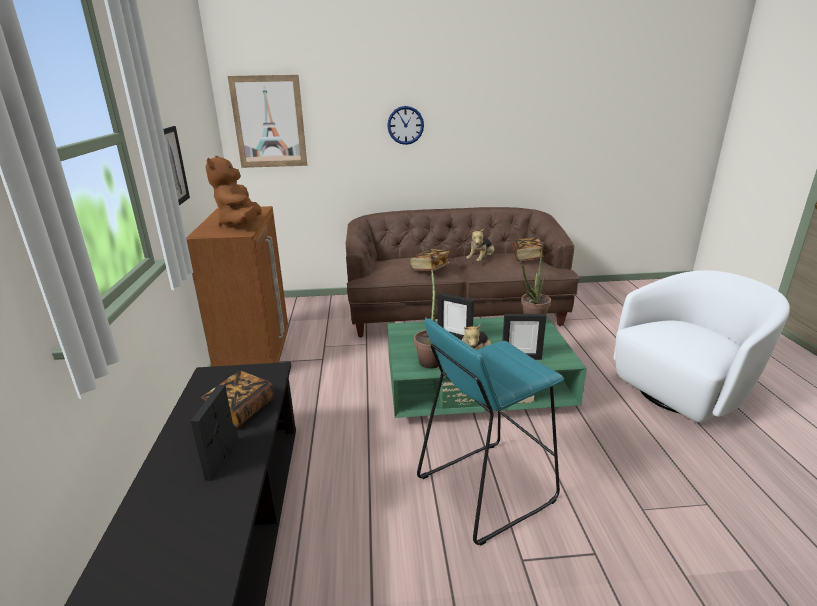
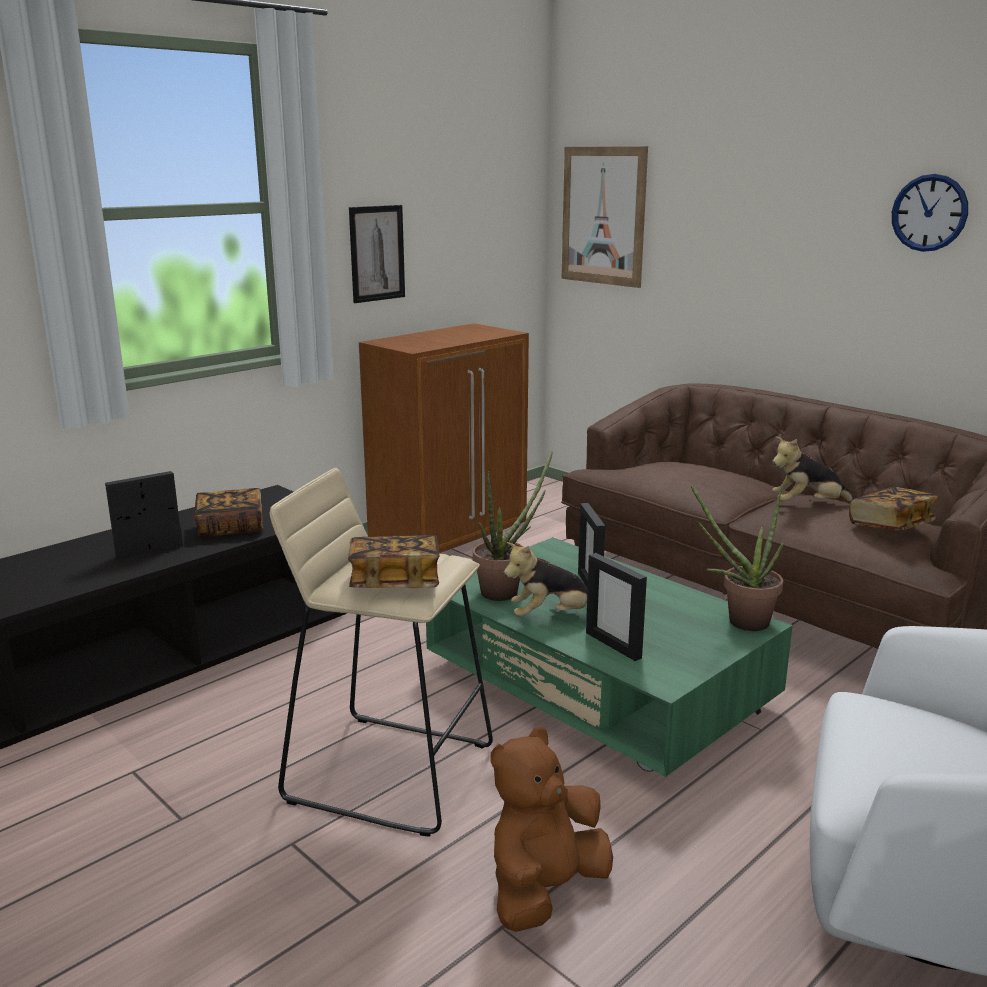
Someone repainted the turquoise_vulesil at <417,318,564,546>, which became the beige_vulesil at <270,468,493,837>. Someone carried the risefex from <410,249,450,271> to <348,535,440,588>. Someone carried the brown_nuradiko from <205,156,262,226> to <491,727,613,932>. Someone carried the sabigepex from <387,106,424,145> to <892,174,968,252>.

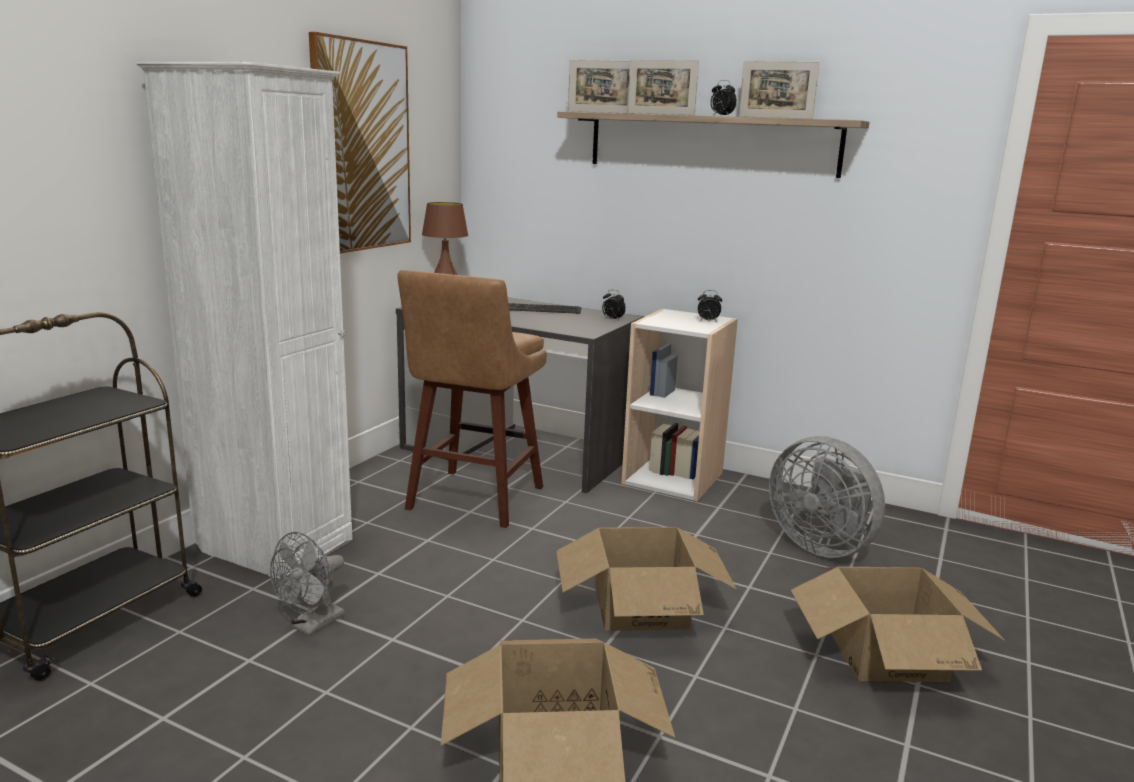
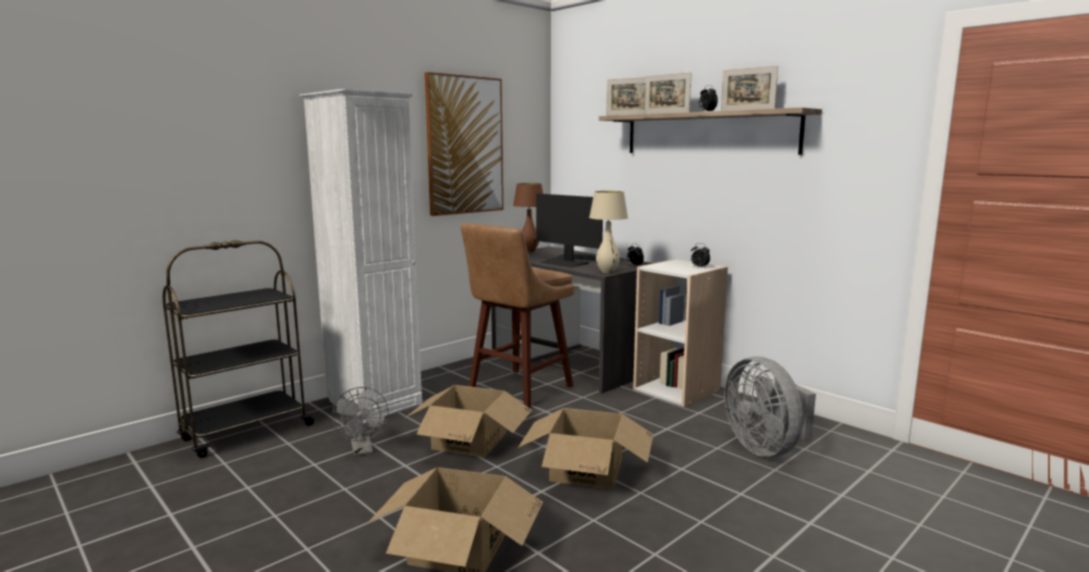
Someone rotated the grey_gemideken at <270,532,345,636> by 75 degrees counterclockwise. Someone carried the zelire from <790,566,1005,682> to <405,385,532,457>. Someone put down the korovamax at <536,194,603,268>. Someone put down the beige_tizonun at <589,191,628,273>.

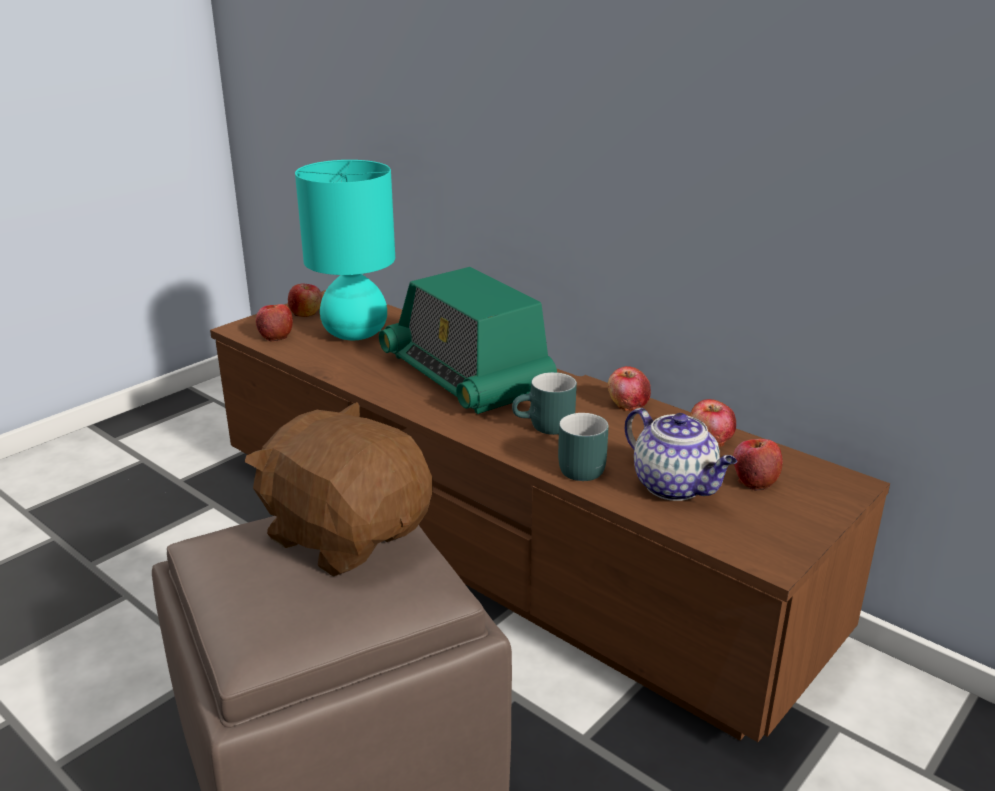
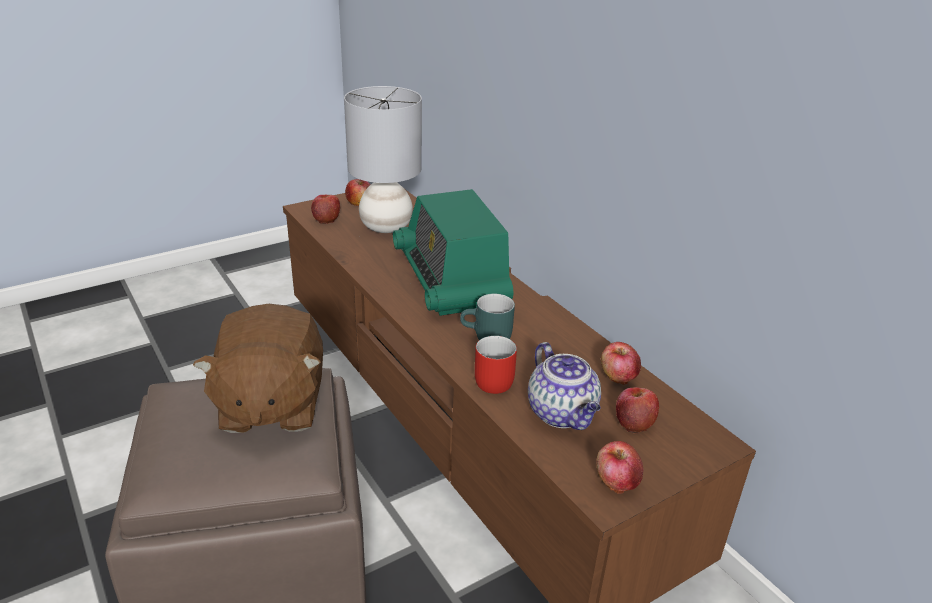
Someone rotated the brown_nuradiko at <245,402,433,577> by 150 degrees counterclockwise. Someone repainted the turquoise_tizonun at <295,160,395,340>, which became the grey_tizonun at <344,86,422,233>. Someone repainted the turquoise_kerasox at <558,413,609,481>, which became the red_kerasox at <475,336,517,394>. Someone carried the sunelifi from <608,366,651,412> to <596,441,643,494>.

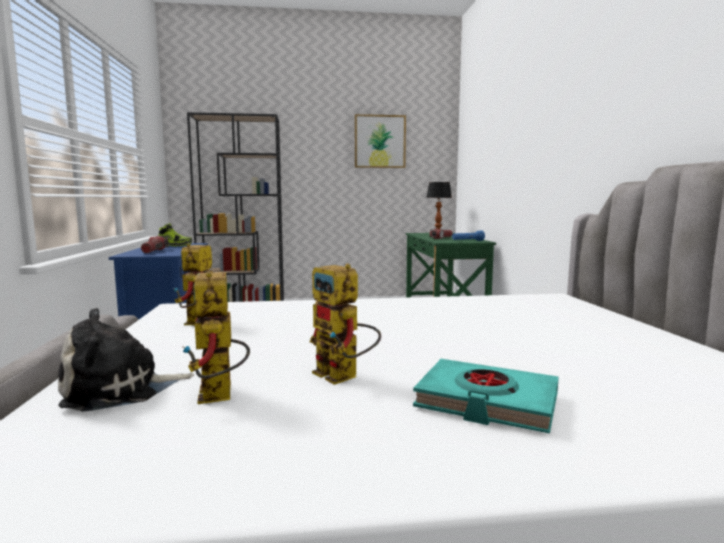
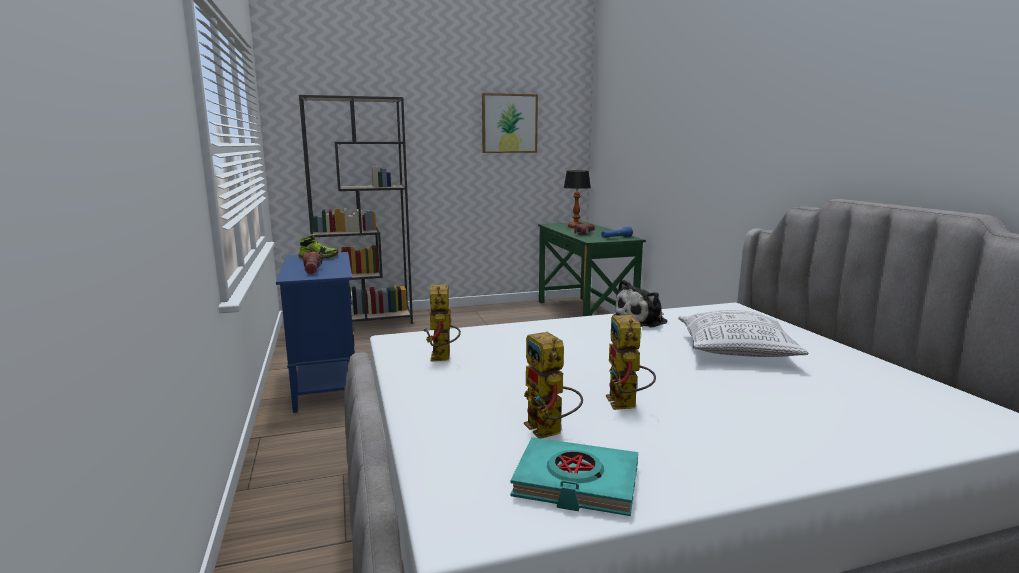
Someone carried the turquoise_risefex from <413,359,559,433> to <510,437,638,516>. Someone rotated the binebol at <310,263,381,385> by 45 degrees clockwise. Someone carried the nuradiko from <58,308,194,411> to <614,280,667,328>. Someone put down the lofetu at <678,310,808,357>.

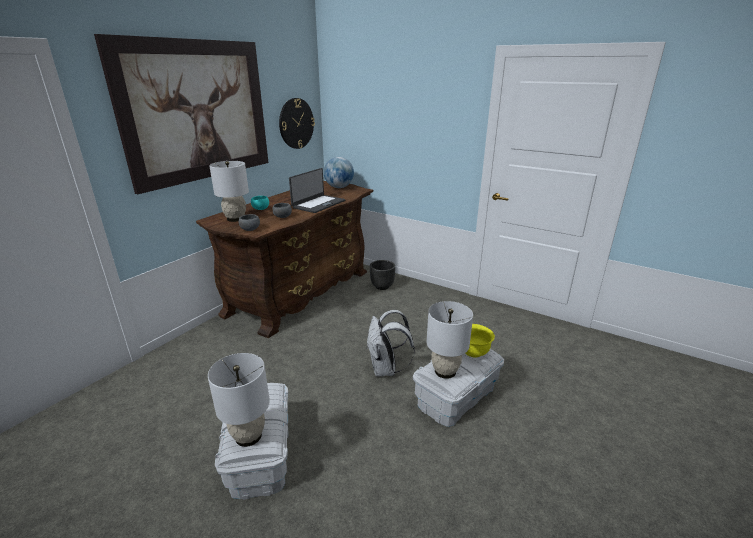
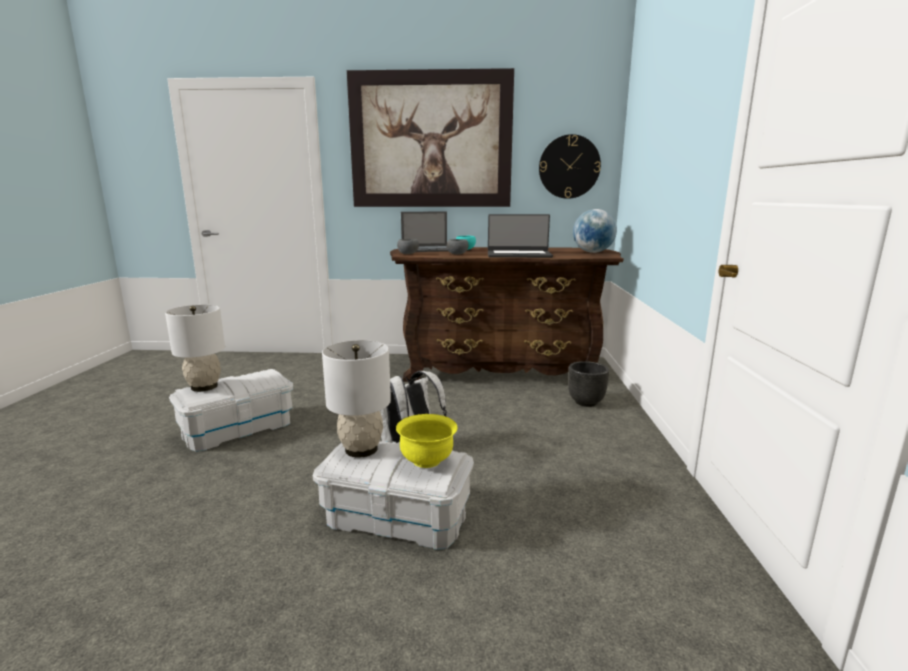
Someone swapped the white_tizonun at <209,161,249,222> for the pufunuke at <401,211,448,252>.

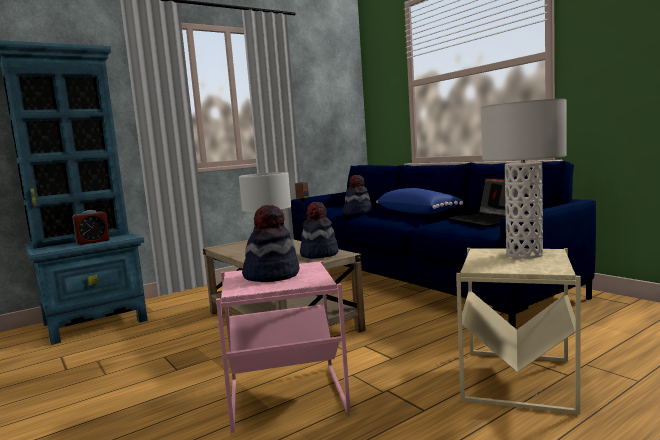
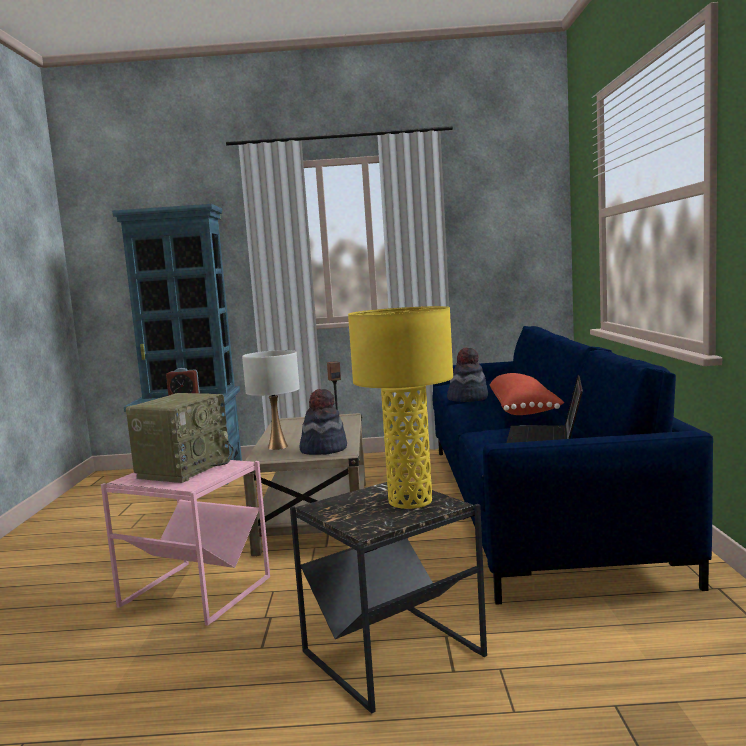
Someone swapped the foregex at <242,205,300,282> for the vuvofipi at <126,393,234,483>. Someone repainted the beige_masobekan at <456,248,581,414>, which became the black_masobekan at <290,479,487,714>. Someone repainted the white_tizonun at <481,99,566,259>, which became the yellow_tizonun at <348,306,453,509>. Someone repainted the blue_lofetu at <376,188,463,214>, which became the red_lofetu at <490,373,564,415>.

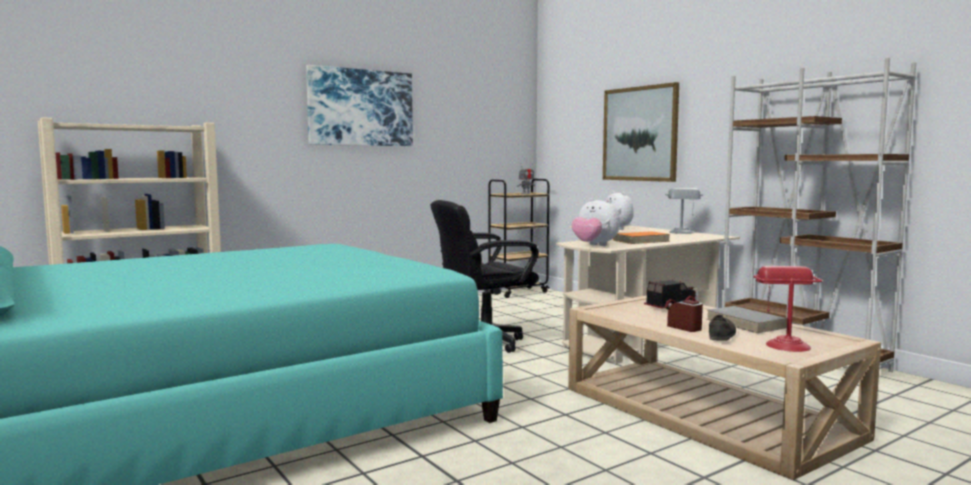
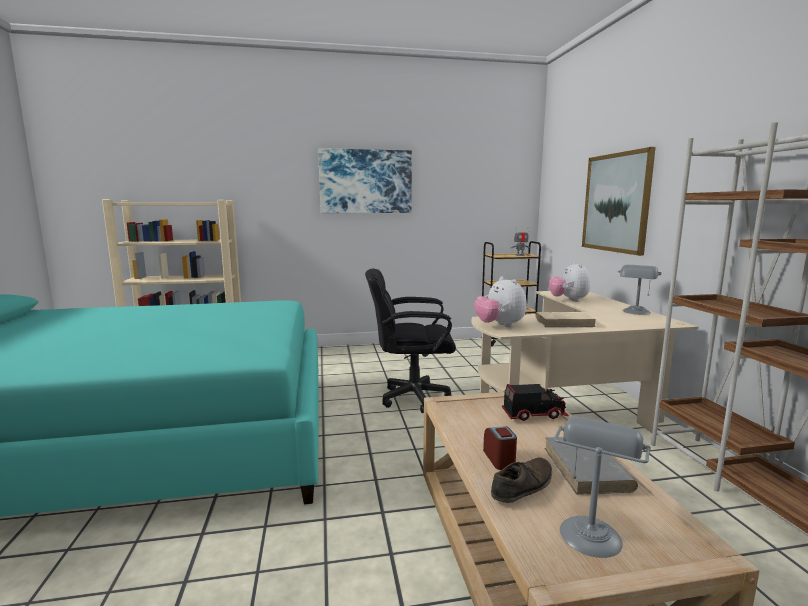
Someone repainted the orange_risefex at <613,231,670,244>, which became the beige_risefex at <535,312,597,327>. Someone repainted the red_tizonun at <754,266,822,352>, which became the grey_tizonun at <554,416,651,558>.

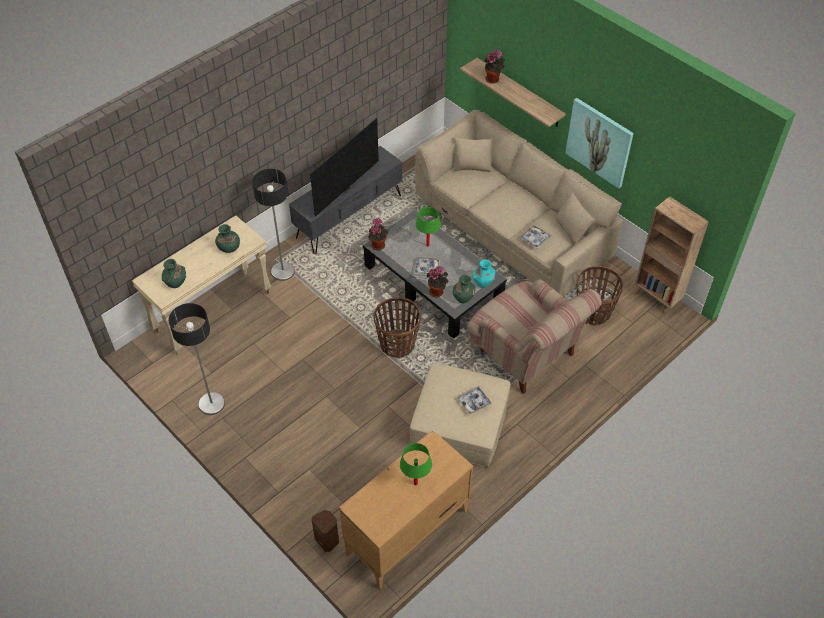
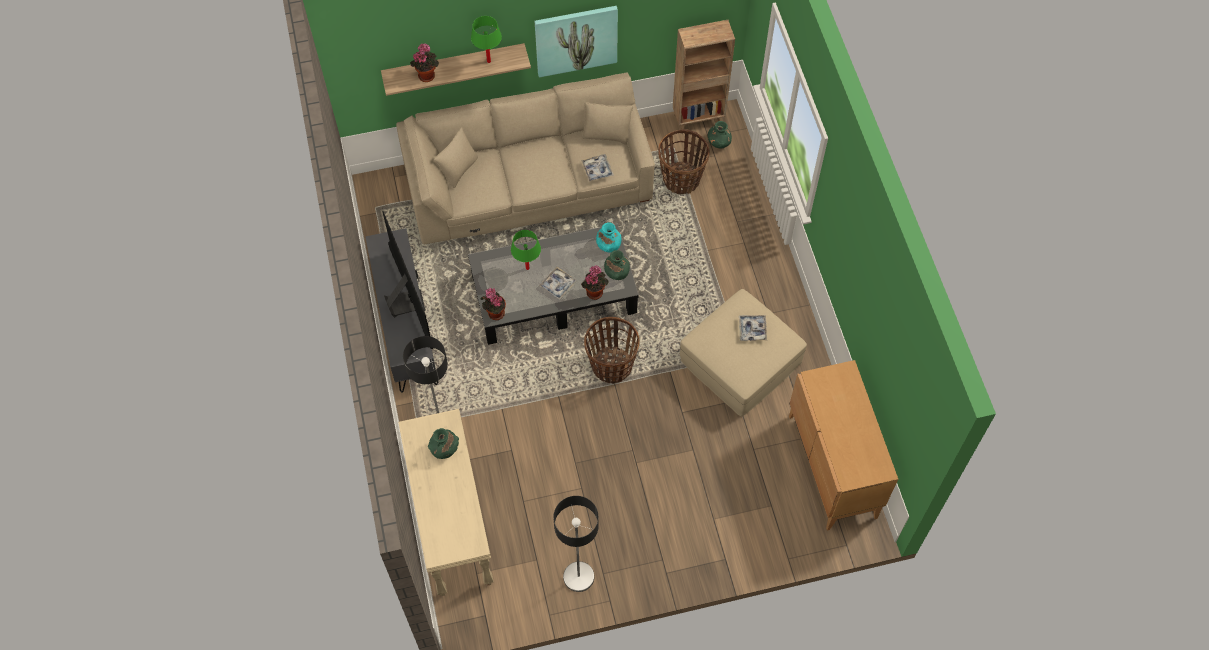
Someone carried the green_tizonun from <400,443,432,486> to <471,16,502,63>. Someone carried the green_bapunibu from <162,259,186,288> to <708,121,732,149>. Someone took away the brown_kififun at <312,510,339,552>. Someone took away the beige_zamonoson at <467,279,602,394>.

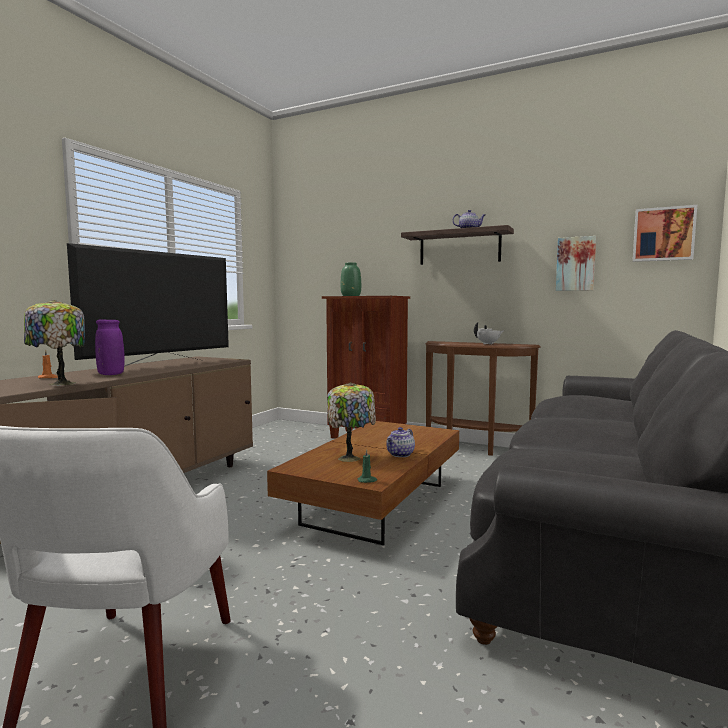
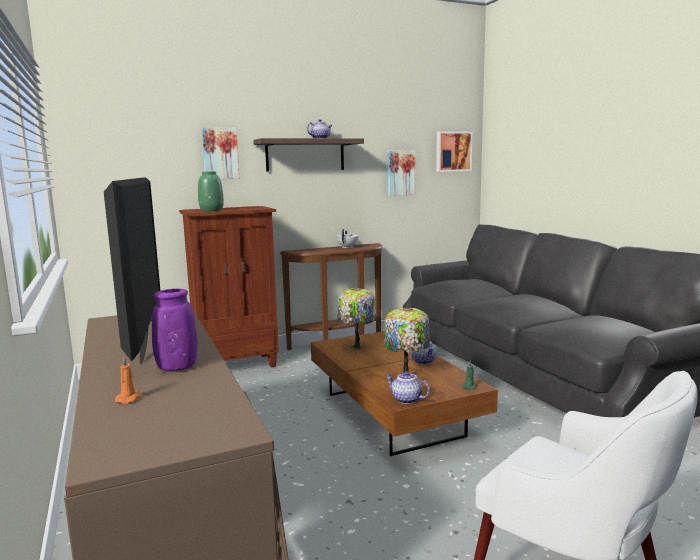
Someone put up the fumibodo at <201,127,240,179>. Someone carried the tizonun from <24,300,85,385> to <338,287,375,350>. Someone put down the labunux at <385,371,430,404>.

